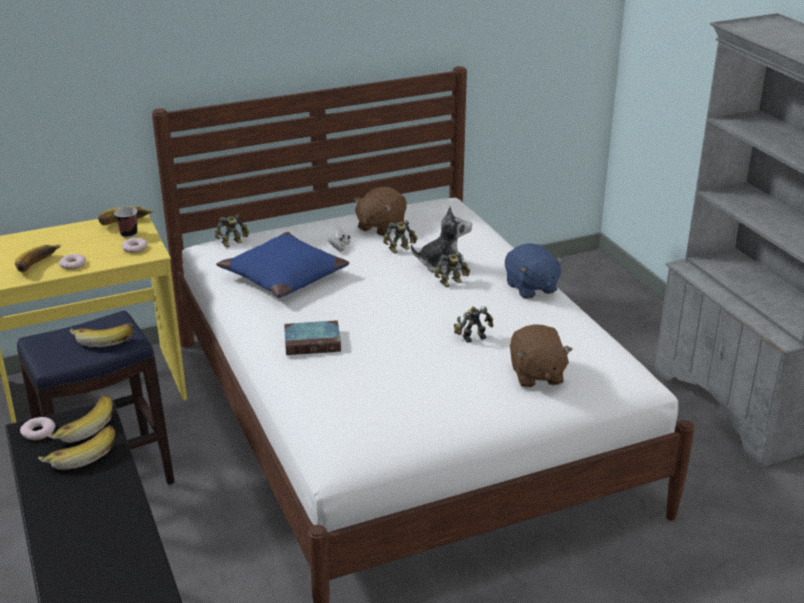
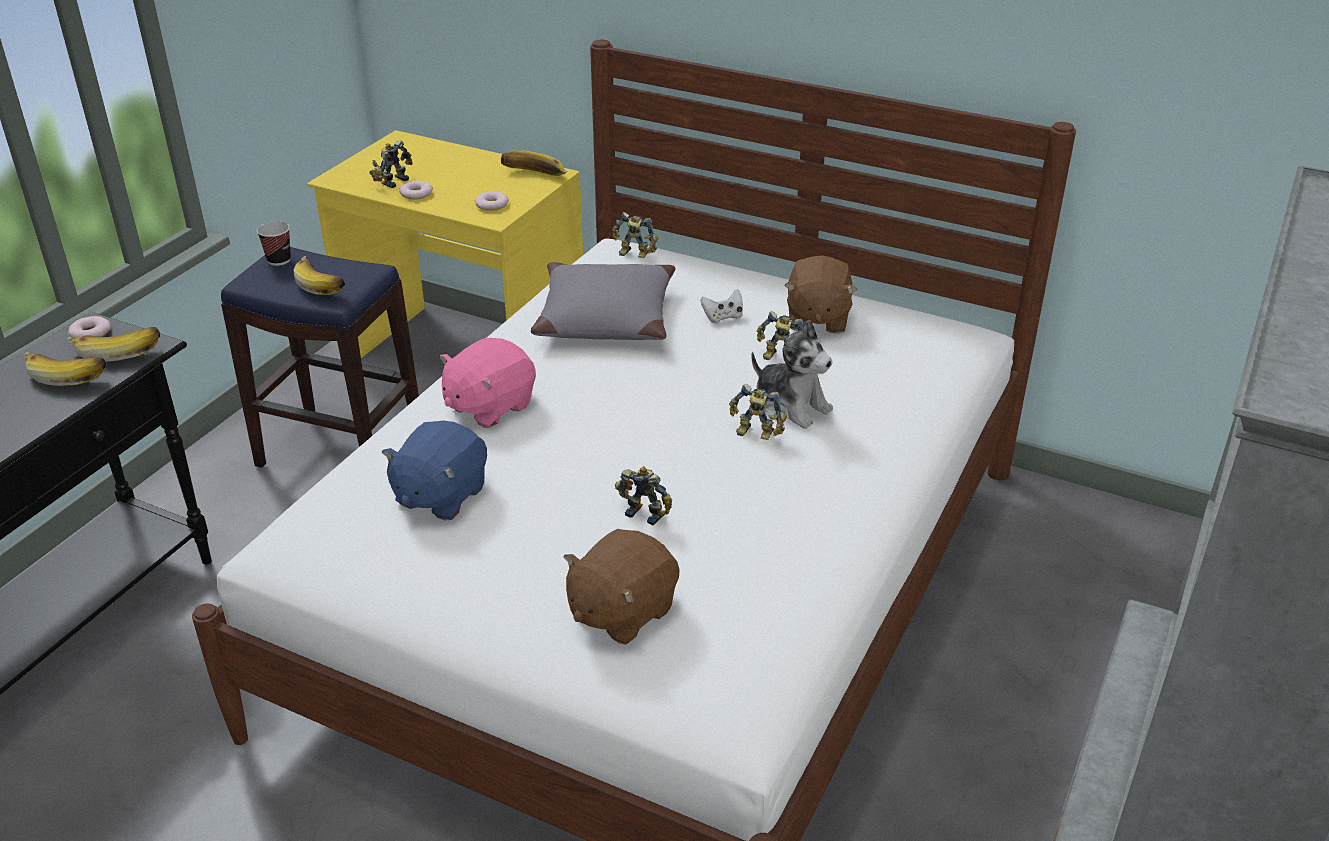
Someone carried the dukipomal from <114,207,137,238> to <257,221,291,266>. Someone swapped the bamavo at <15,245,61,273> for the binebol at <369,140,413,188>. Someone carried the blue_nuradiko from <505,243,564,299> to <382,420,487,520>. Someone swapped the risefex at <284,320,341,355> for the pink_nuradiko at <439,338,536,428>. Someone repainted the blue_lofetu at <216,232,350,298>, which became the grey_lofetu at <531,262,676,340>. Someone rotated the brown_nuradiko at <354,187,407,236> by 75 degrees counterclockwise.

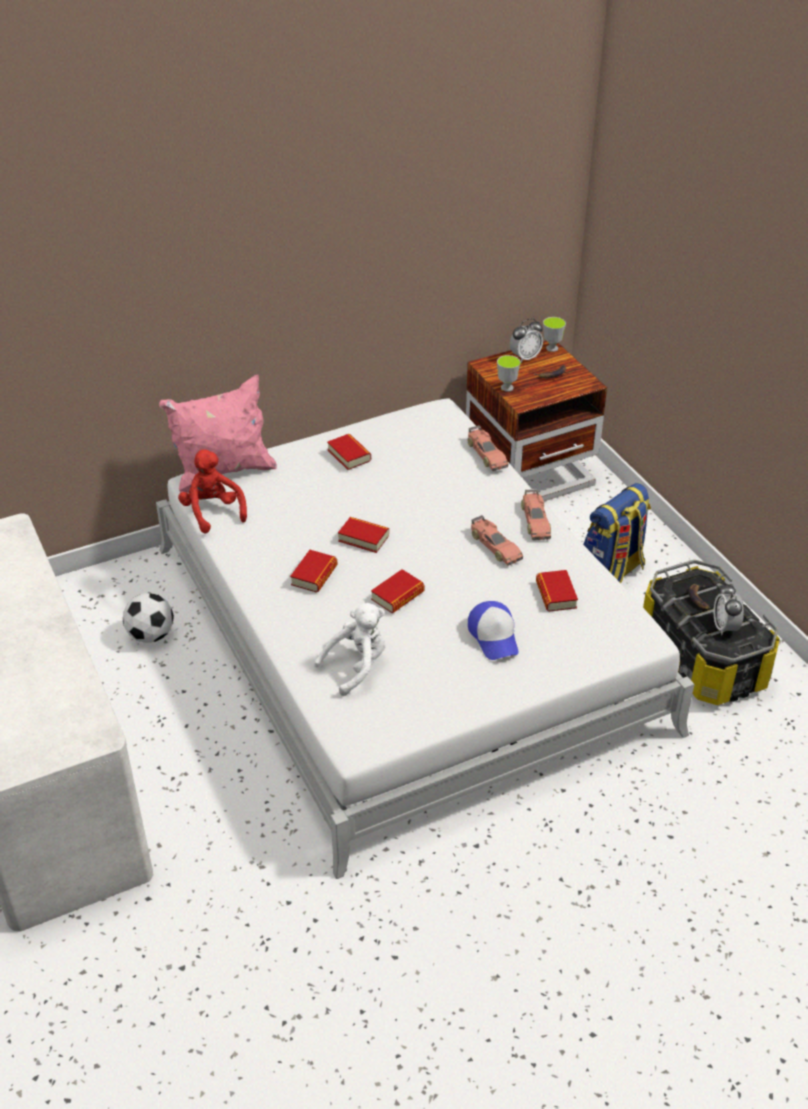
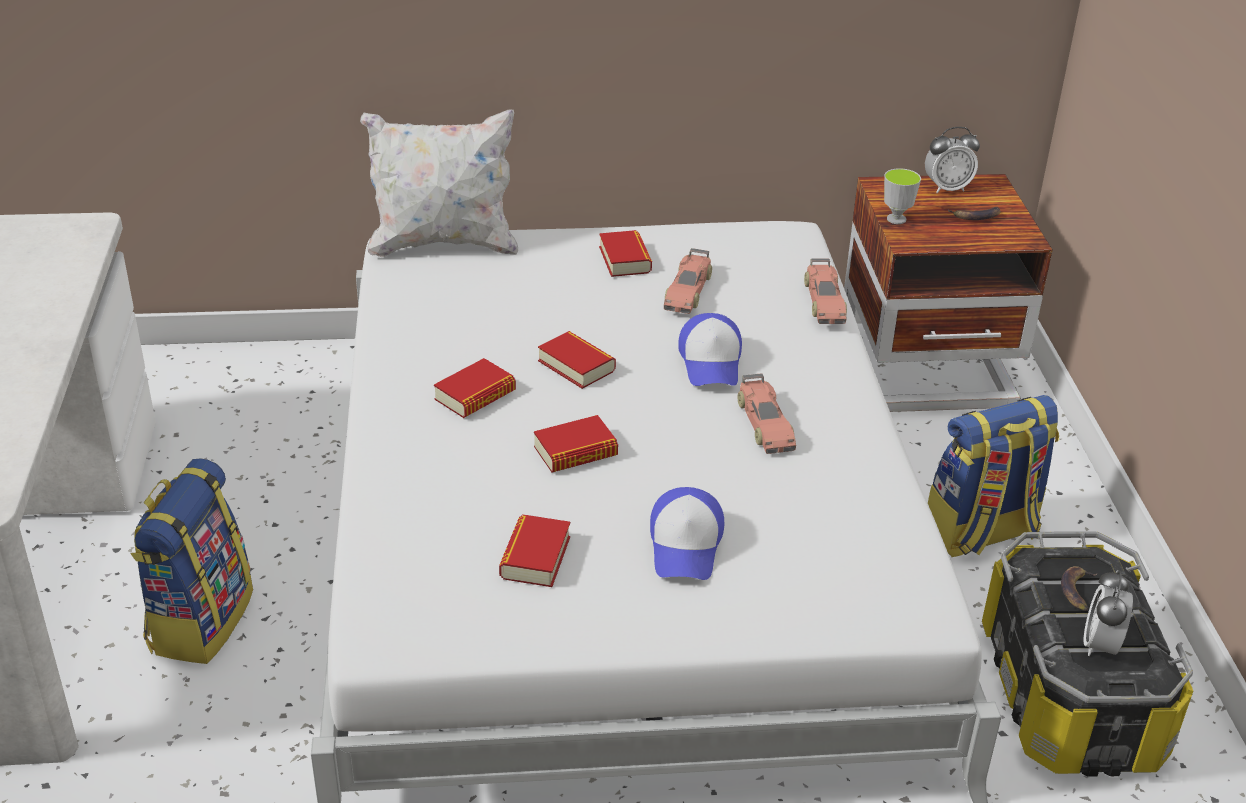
Someone put down the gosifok at <131,458,253,664>. Someone repainted the pink_lofetu at <159,375,277,493>, which became the white_lofetu at <360,110,518,257>. Someone carried the risefex from <536,570,578,611> to <499,514,570,587>. Someone carried the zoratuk from <521,489,551,540> to <664,248,712,314>. Someone put down the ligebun at <678,313,742,386>. Someone took away the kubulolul at <123,593,174,643>. Someone took away the red_nuradiko at <178,449,247,533>. Someone took away the white_nuradiko at <314,603,385,696>. Someone took away the dukipomal at <543,317,566,352>.

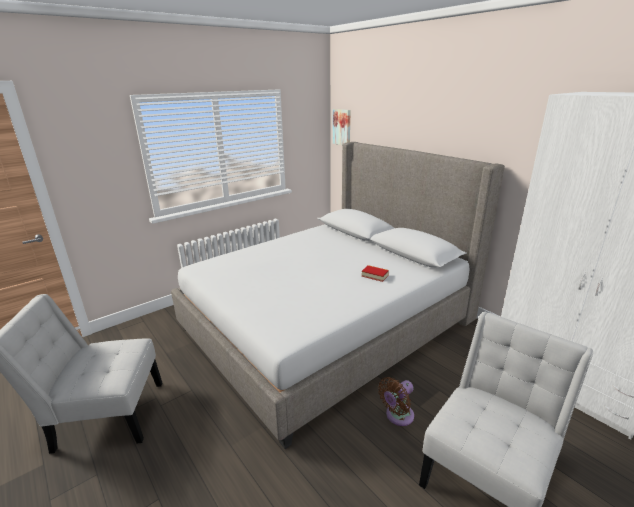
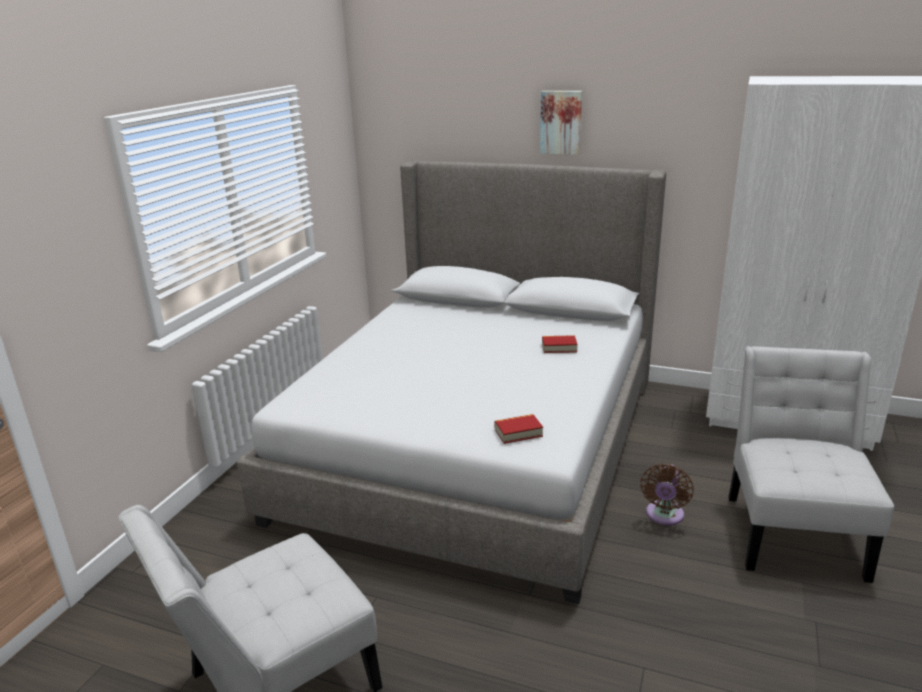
Someone put down the risefex at <495,414,543,444>. Someone carried the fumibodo from <333,109,351,145> to <540,91,582,155>.

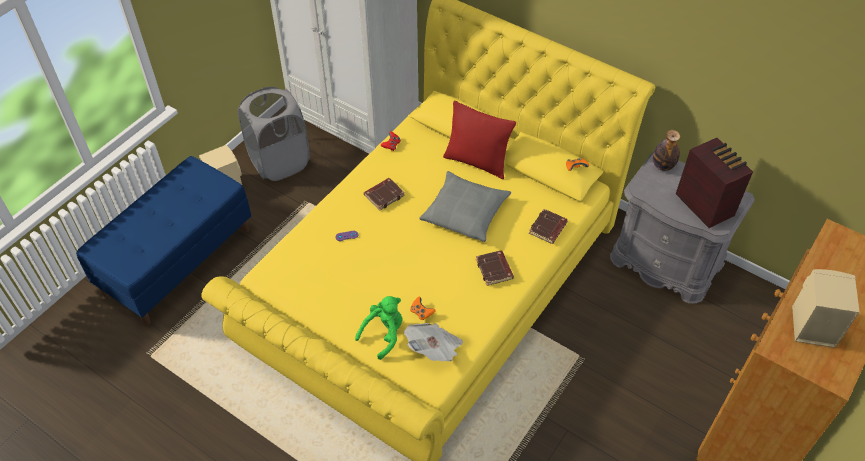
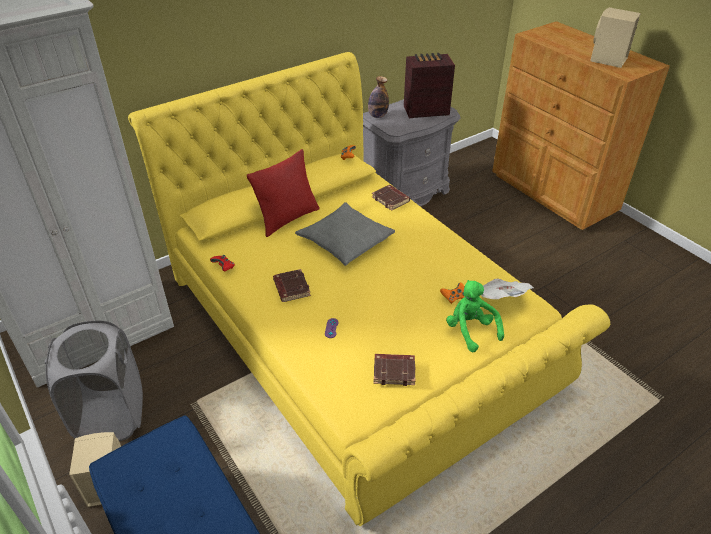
Someone carried the brown_risefex from <476,250,514,286> to <373,354,416,386>.

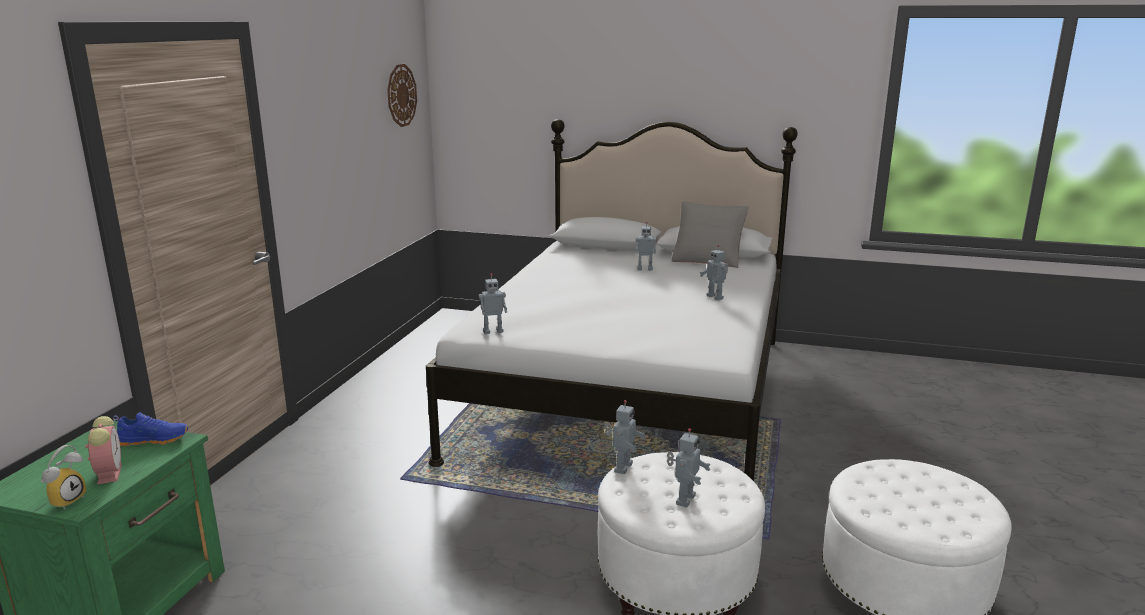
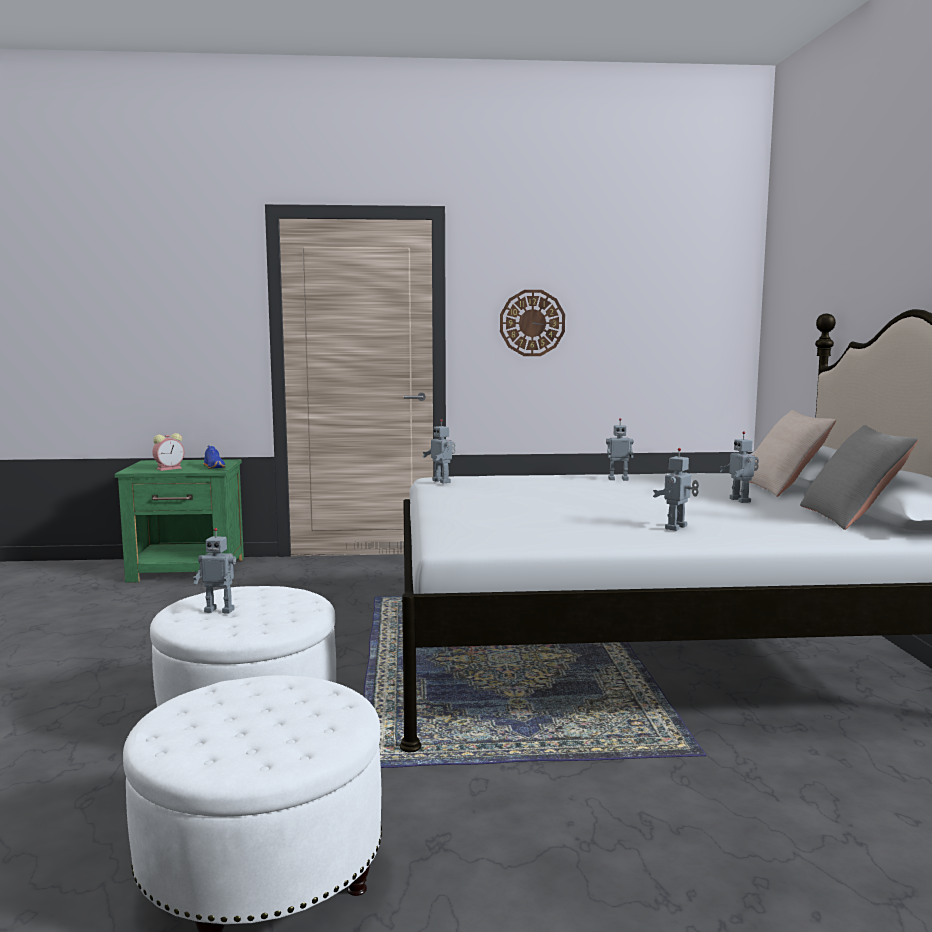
Someone carried the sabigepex from <387,64,417,127> to <500,290,565,356>. Someone carried the binebol from <605,400,646,474> to <606,418,633,480>. Someone put down the beige_lofetu at <749,410,836,497>. Someone took away the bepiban at <41,445,86,510>.

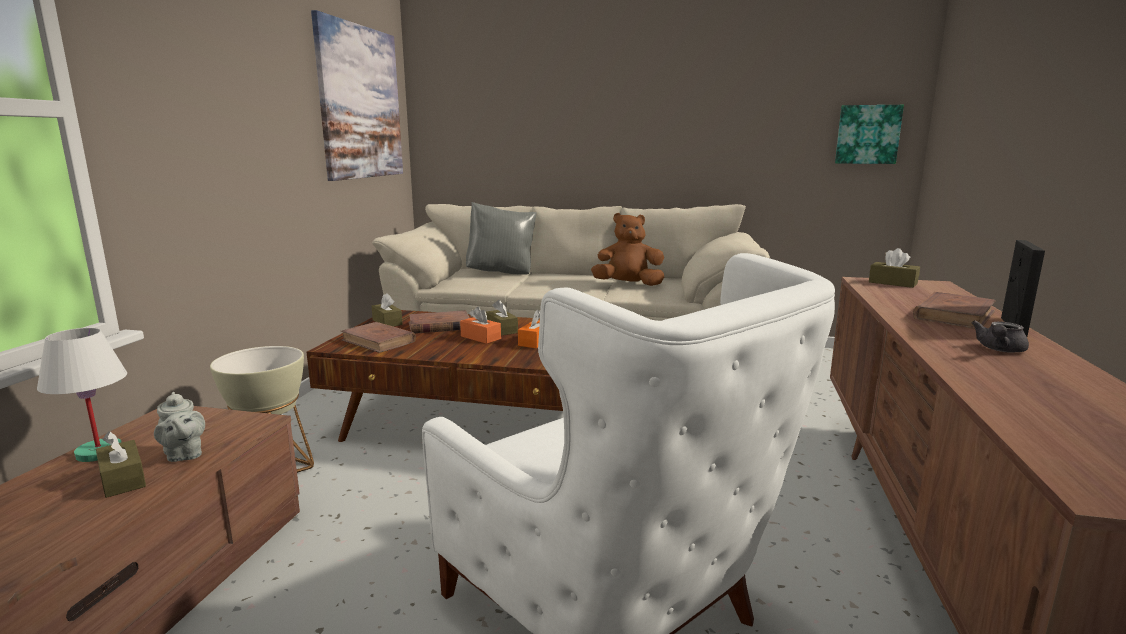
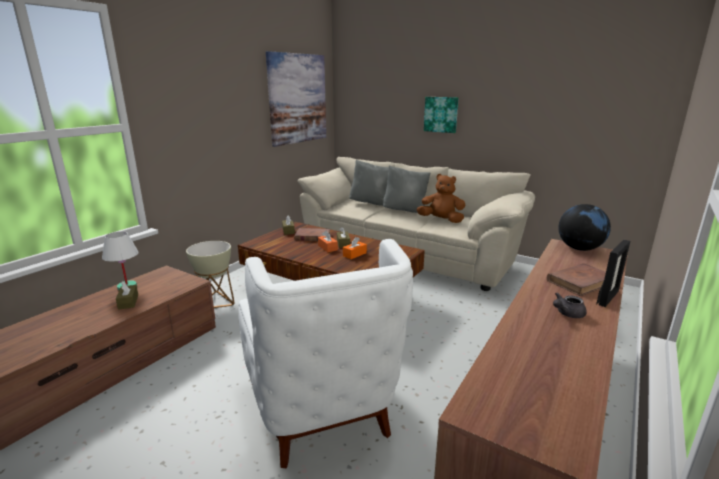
Someone put down the grey_lofetu at <383,165,430,213>. Someone carried the fumibodo from <835,105,904,164> to <424,97,459,133>. Someone swapped the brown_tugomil at <869,248,920,288> for the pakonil at <558,204,611,251>. Someone took away the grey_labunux at <154,392,205,462>. Someone took away the brown_risefex at <341,322,416,353>.

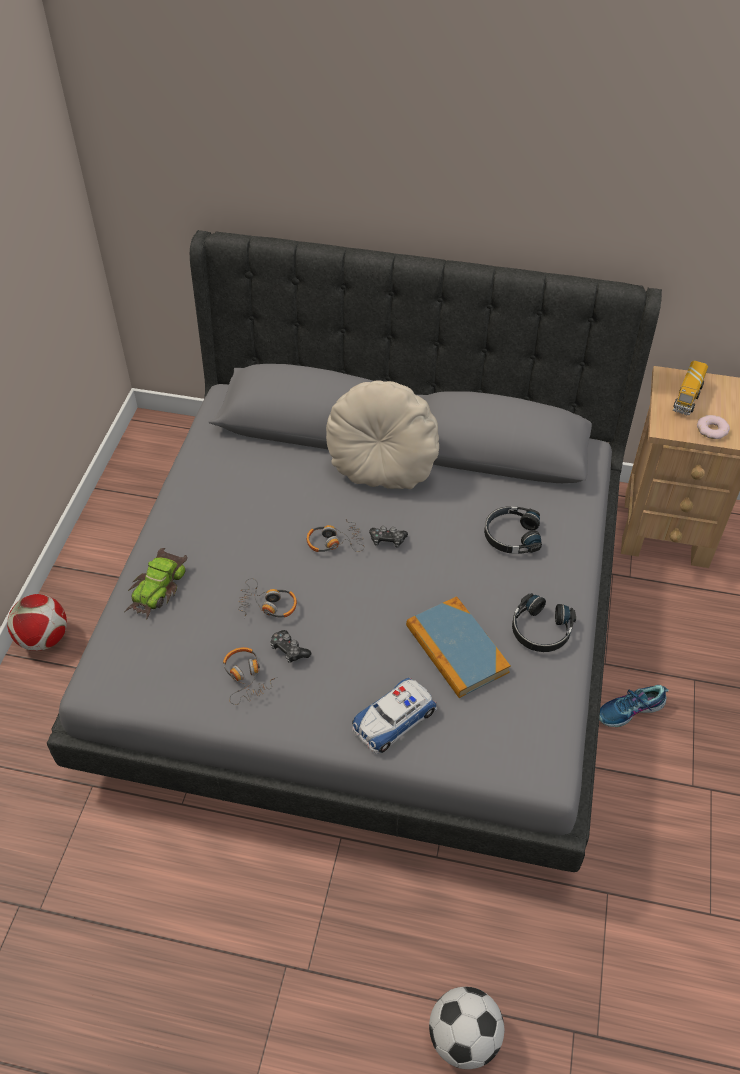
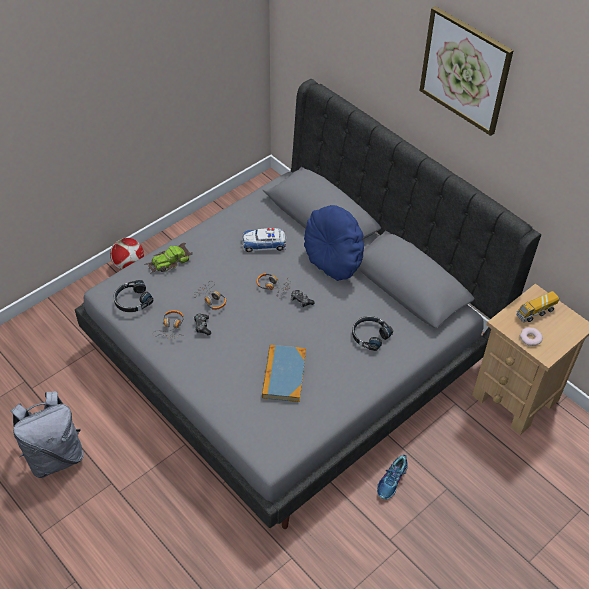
Someone put down the grey_gosifok at <11,391,84,478>. Someone carried the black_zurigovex from <512,593,576,652> to <114,280,153,312>. Someone carried the zoratuk from <352,678,437,753> to <242,228,286,252>. Someone repainted the beige_lofetu at <326,380,439,489>, which became the blue_lofetu at <304,205,364,281>. Someone rotated the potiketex at <599,685,669,727> by 75 degrees counterclockwise. Someone put up the fumibodo at <419,6,514,136>. Someone took away the kubulolul at <429,987,504,1069>.

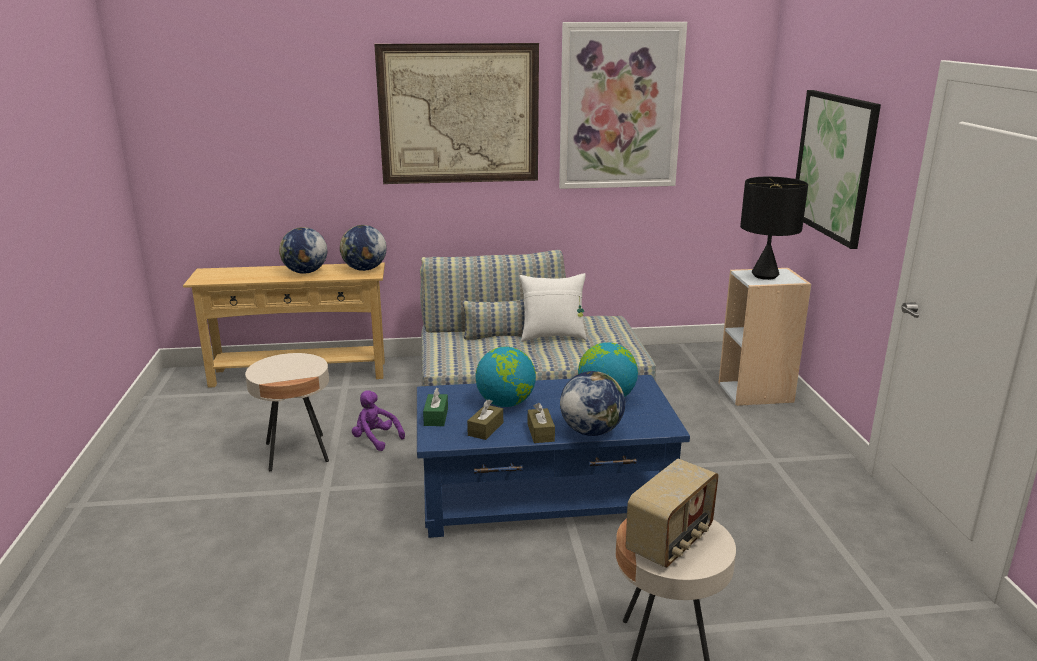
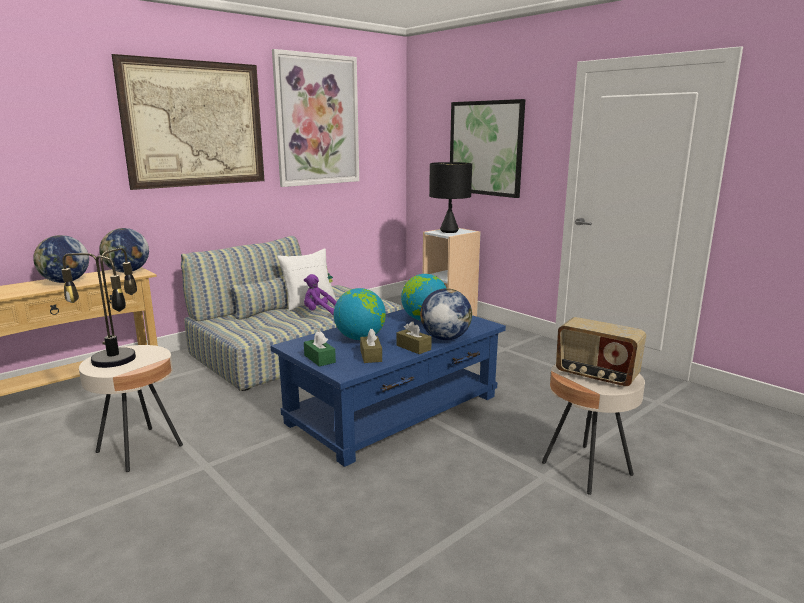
Someone put down the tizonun at <61,248,137,368>. Someone carried the purple_nuradiko from <352,390,405,451> to <304,274,337,315>. Someone rotated the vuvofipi at <626,459,719,568> by 120 degrees clockwise.

